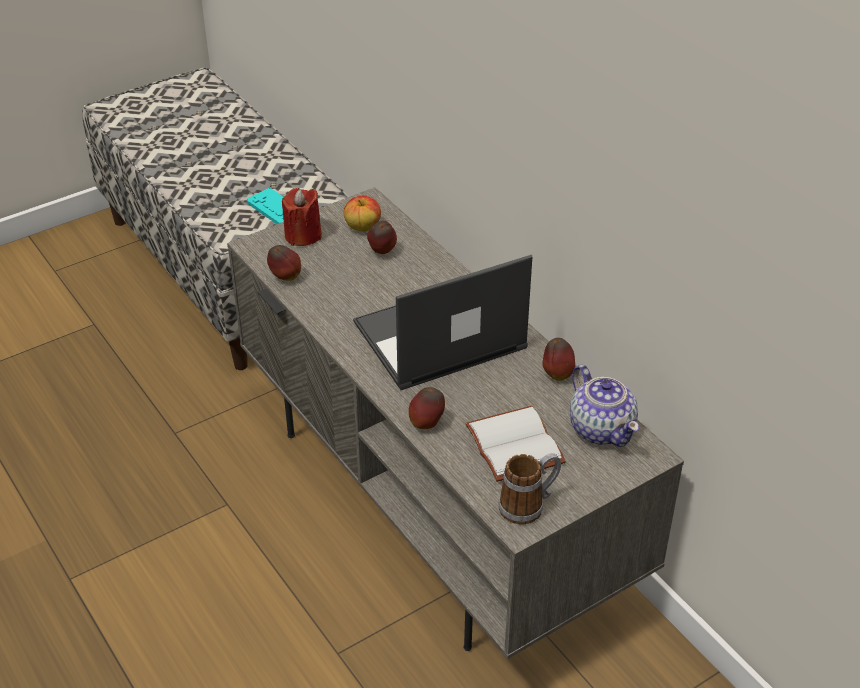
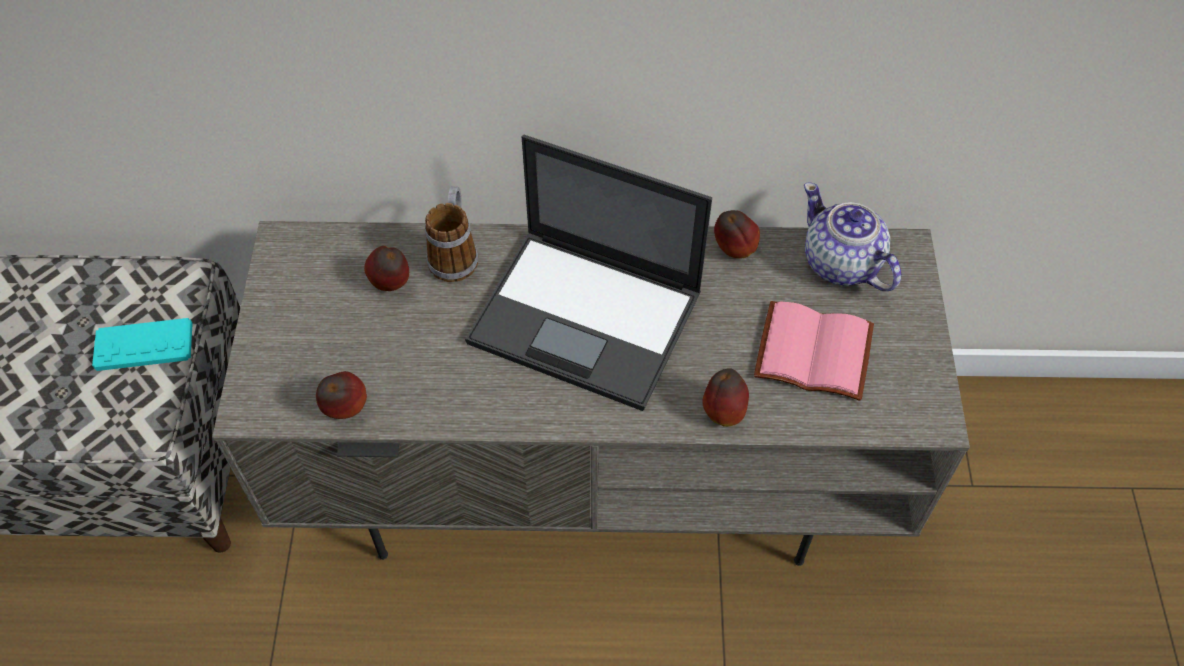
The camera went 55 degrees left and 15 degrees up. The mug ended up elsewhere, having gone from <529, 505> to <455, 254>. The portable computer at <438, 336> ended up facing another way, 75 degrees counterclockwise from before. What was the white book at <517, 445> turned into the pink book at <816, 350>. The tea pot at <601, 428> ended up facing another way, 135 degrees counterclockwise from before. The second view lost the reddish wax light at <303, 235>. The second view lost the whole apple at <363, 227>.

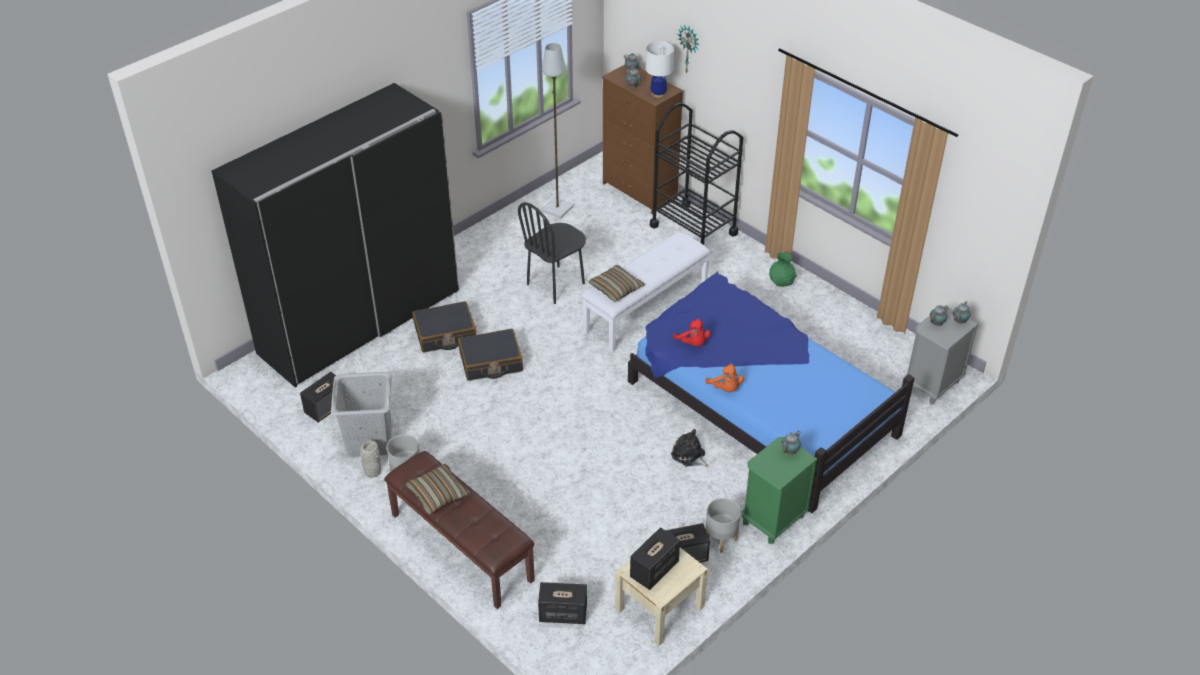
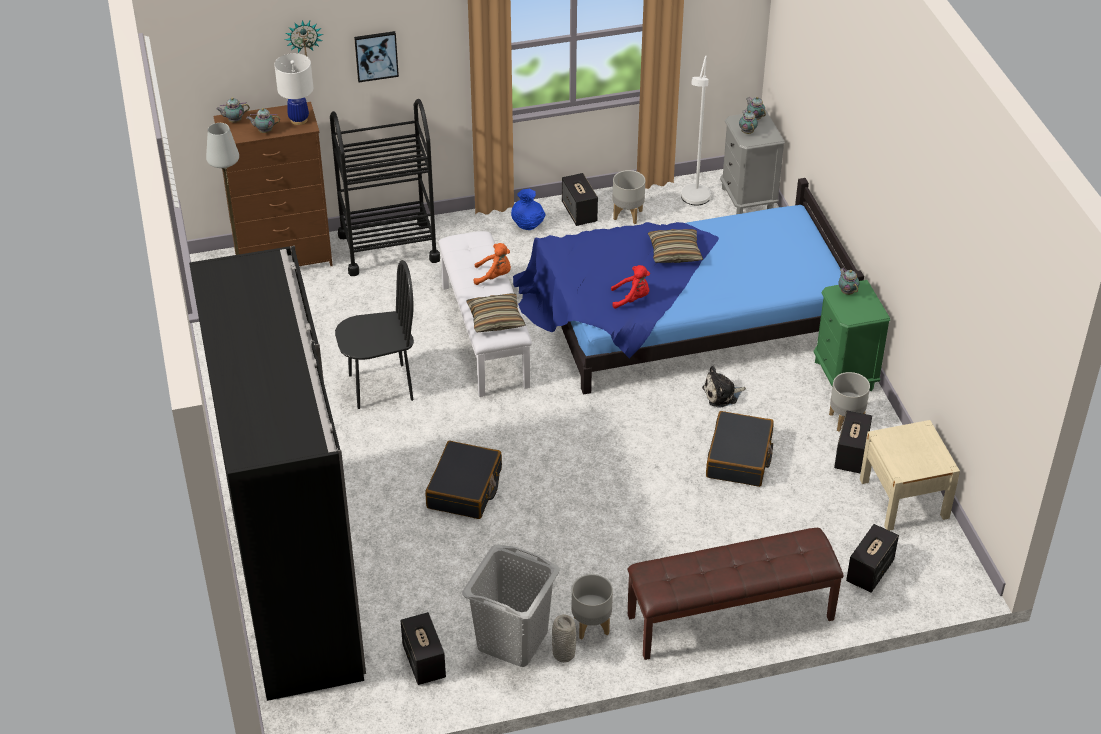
The camera went 60 degrees left and 0 degrees up. The black upright chair at <556, 284> ended up facing another way, 90 degrees counterclockwise from before. The second view gained the picture at <376, 55>. The orangey soft toy ended up elsewhere, having gone from <725, 388> to <494, 276>. What was the greenish vase at <781, 282> turned into the bluish vase at <528, 225>. The audio speaker ended up elsewhere, having gone from <654, 570> to <579, 212>. The second view gained the grey flower pot at <627, 215>. The pillow ended up elsewhere, having gone from <438, 494> to <674, 252>. The second view gained the white standing lamp at <694, 201>. The black travel case ended up elsewhere, having gone from <445, 334> to <739, 458>.

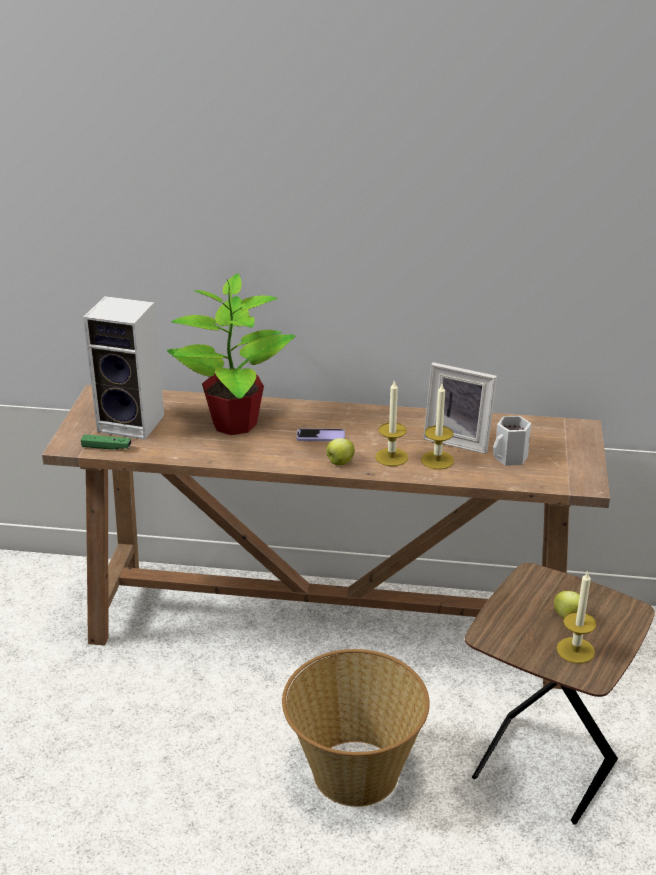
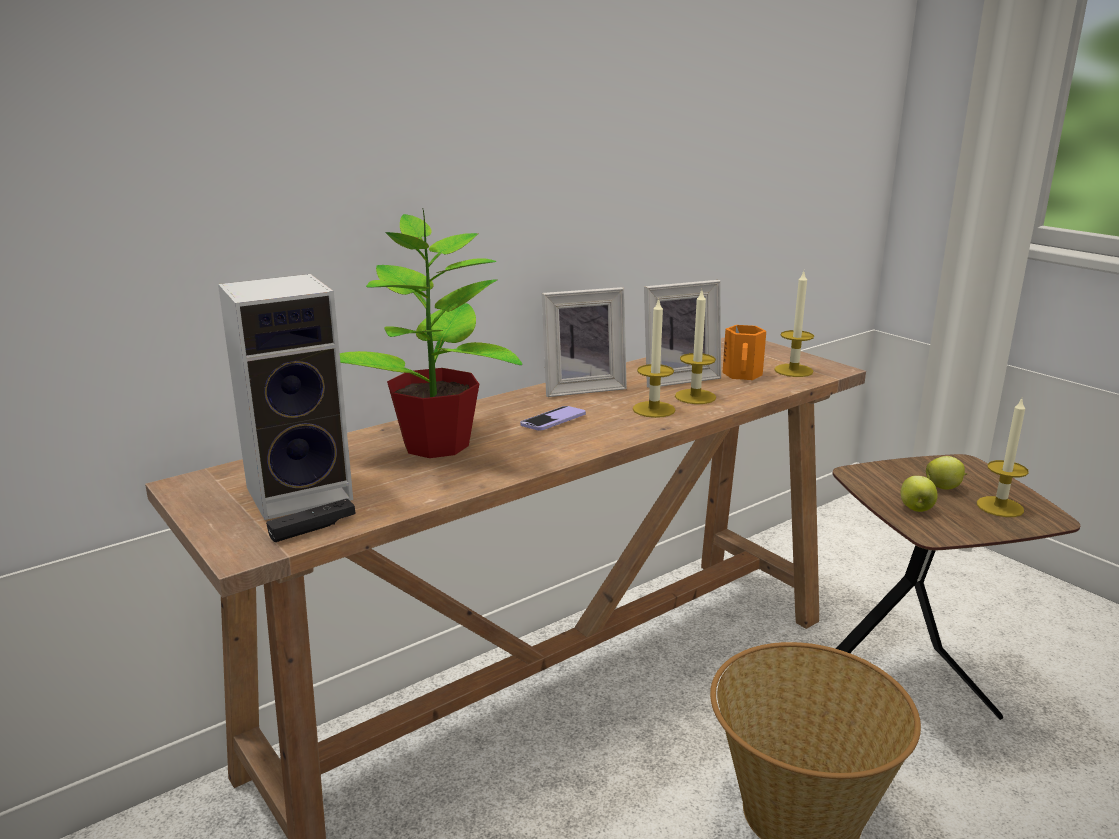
The camera went 45 degrees left and 10 degrees down. What was the greenish joypad at <106, 447> turned into the black joypad at <313, 529>. The second view gained the photo frame at <582, 388>. What was the white mug at <510, 458> turned into the orangey mug at <743, 374>. The second view gained the wax light at <793, 370>. The whole apple ended up elsewhere, having gone from <339, 463> to <916, 509>.

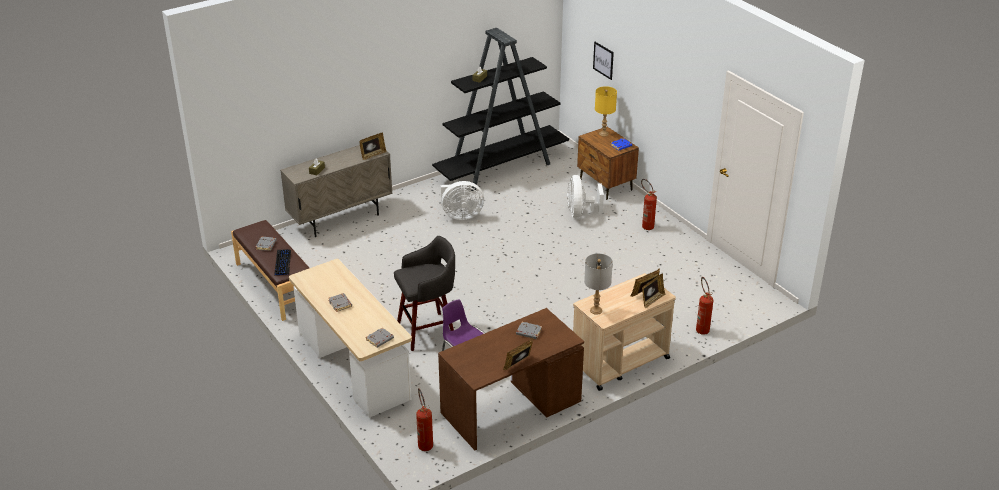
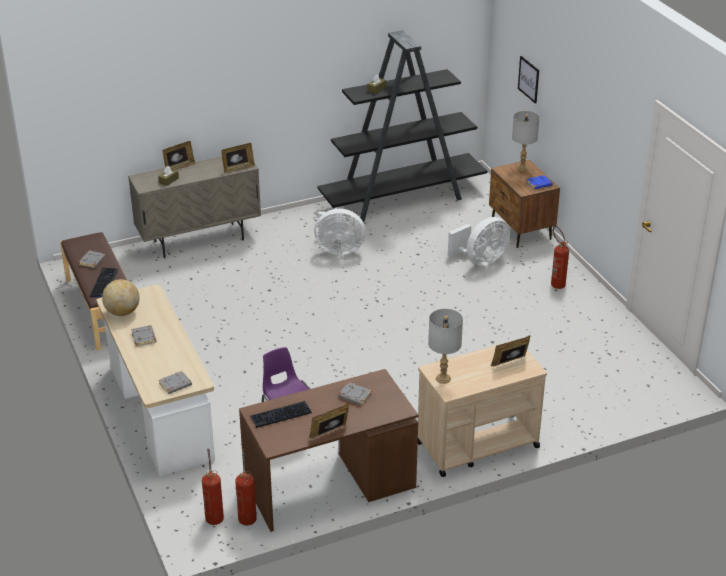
The camera went 10 degrees right and 0 degrees up. The second view gained the desk globe at <122, 312>. The photo frame ended up elsewhere, having gone from <652, 300> to <179, 167>. The fire extinguisher ended up elsewhere, having gone from <701, 328> to <247, 516>. The second view gained the computer keyboard at <280, 415>. The white fan at <580, 213> ended up facing another way, 135 degrees counterclockwise from before. What was the yellowish table lamp at <603, 134> turned into the grey table lamp at <522, 168>. The second view lost the grey sitting stool at <428, 331>.

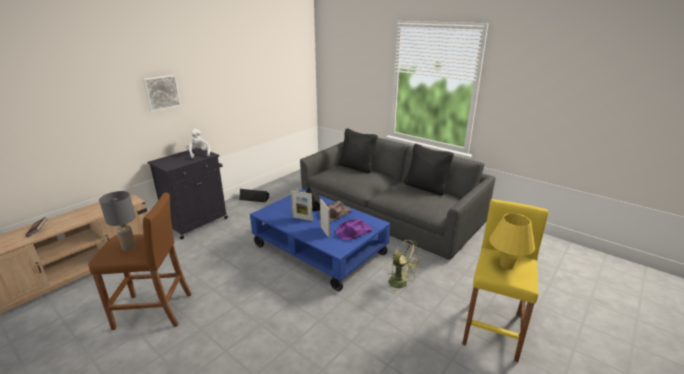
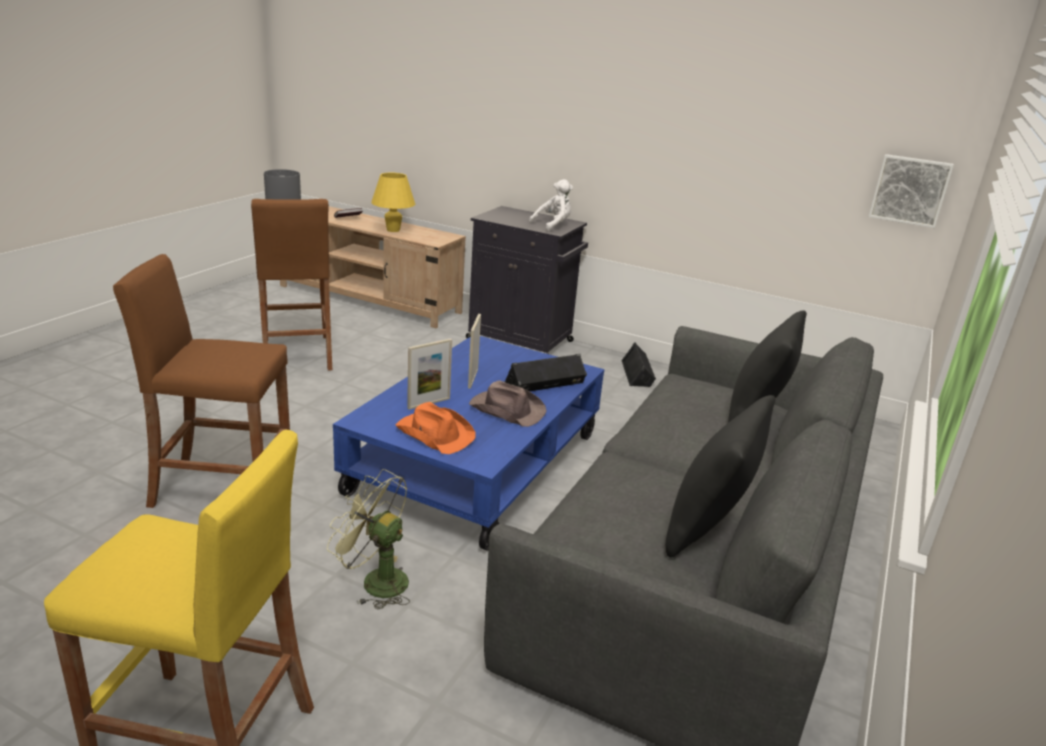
The camera went 75 degrees right and 0 degrees up. The second view gained the brownish sitting stool at <222, 487>. The greenish fan at <402, 284> ended up facing another way, 90 degrees clockwise from before. The yellowish table lamp ended up elsewhere, having gone from <506, 265> to <393, 230>. What was the purple-coloured wearable hat at <353, 232> turned into the orangey wearable hat at <435, 433>. The picture ended up elsewhere, having gone from <161, 92> to <910, 190>.

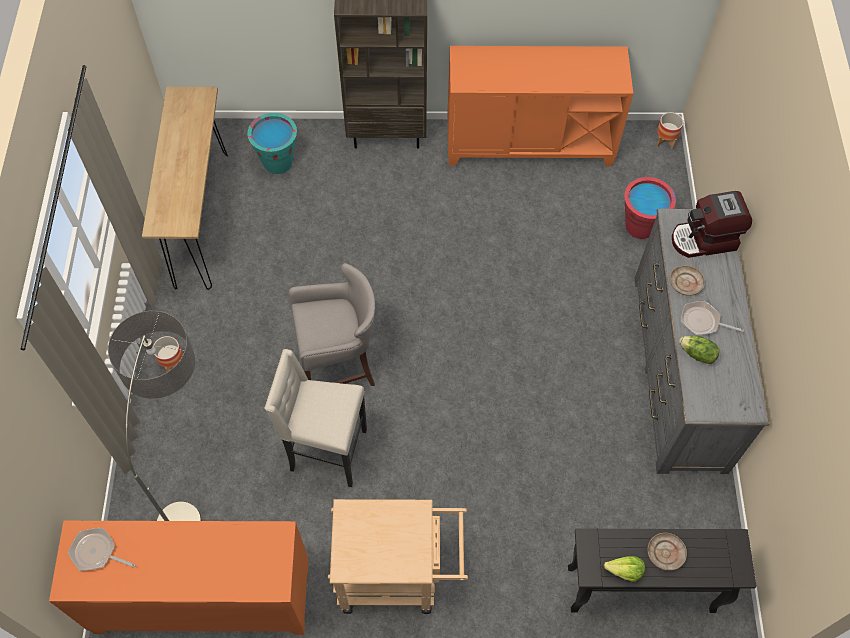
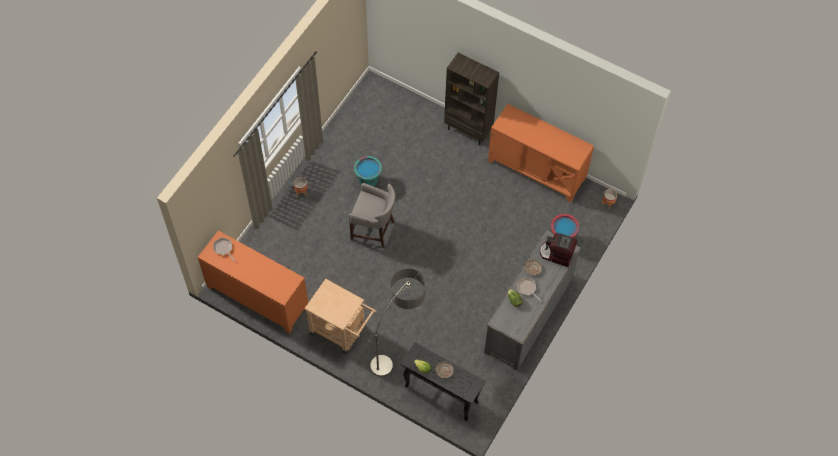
The camera went 30 degrees right and 0 degrees up. The blue-green water bucket ended up elsewhere, having gone from <278, 162> to <368, 182>. The standing lamp ended up elsewhere, having gone from <193, 474> to <399, 347>. The second view lost the brownish narrow table at <201, 219>. The second view lost the beige sitting stool at <326, 451>.

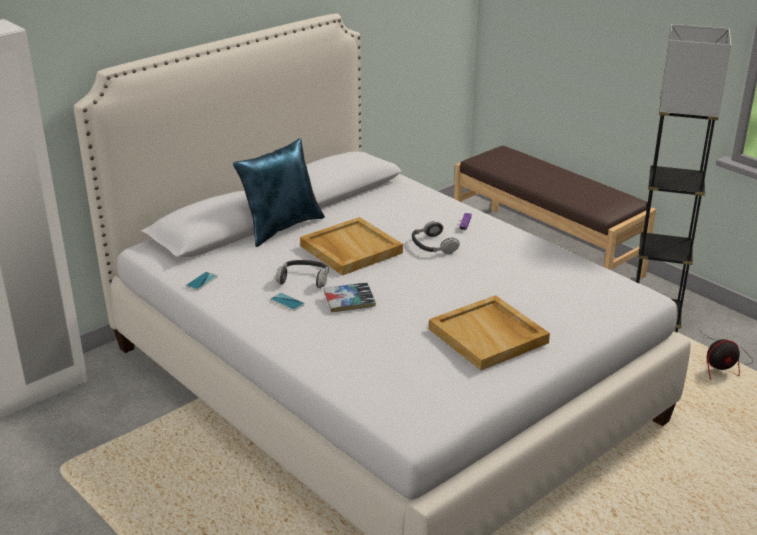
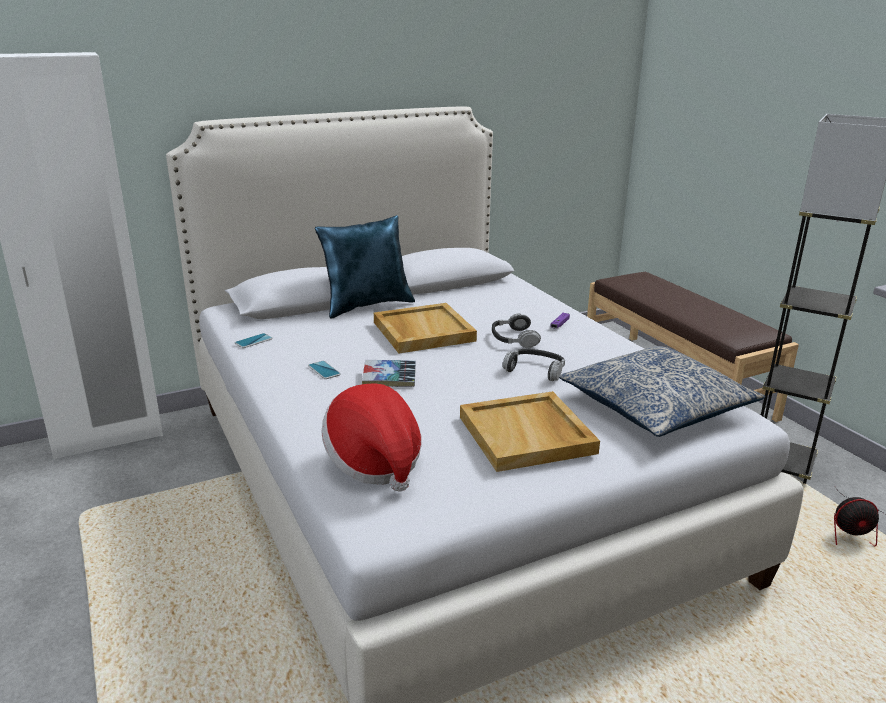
The camera went 15 degrees right and 5 degrees down. The second view gained the wearable hat at <374, 462>. The headphones ended up elsewhere, having gone from <304, 279> to <535, 370>. The second view gained the pillow at <655, 406>.

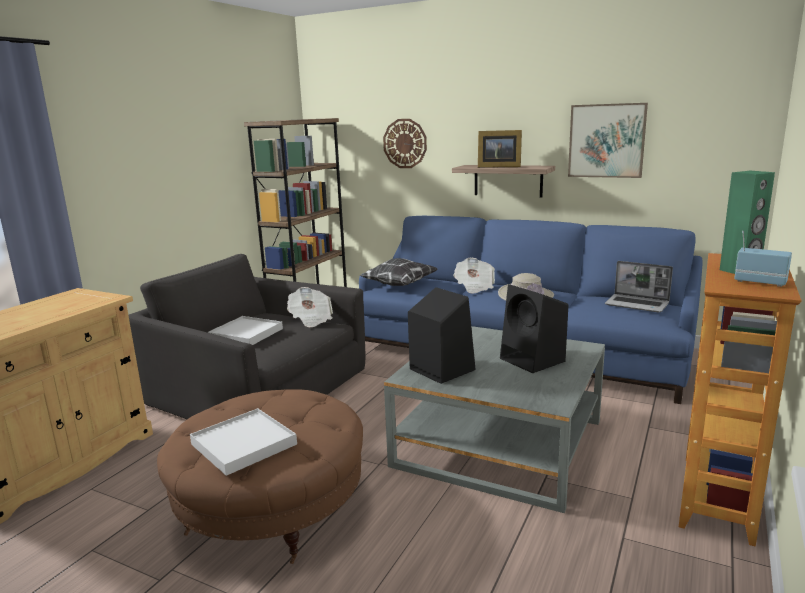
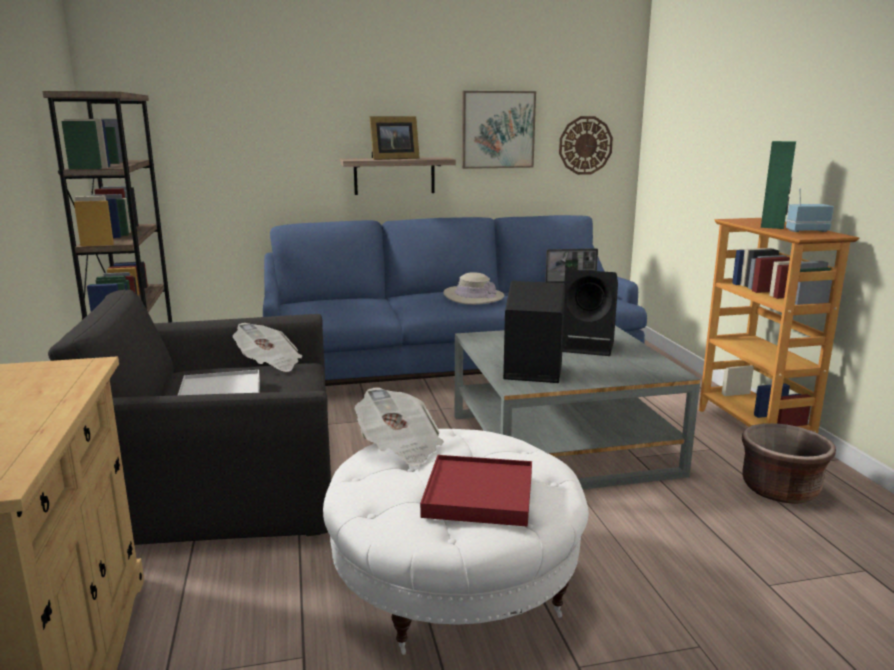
The camera went 40 degrees left and 0 degrees up. What was the brownish footrest at <272, 509> turned into the white footrest at <455, 583>. The newspaper ended up elsewhere, having gone from <474, 287> to <400, 447>. What was the white tray at <244, 444> turned into the reddish tray at <479, 495>. The hanging clock ended up elsewhere, having gone from <405, 143> to <585, 145>. The second view gained the brownish flower pot at <780, 490>. The second view lost the pillow at <399, 285>.

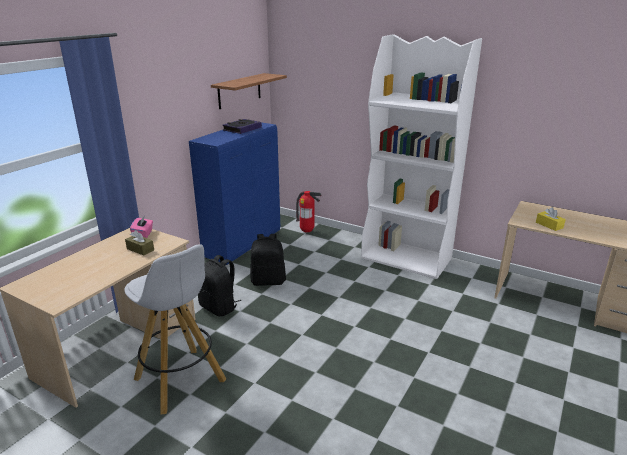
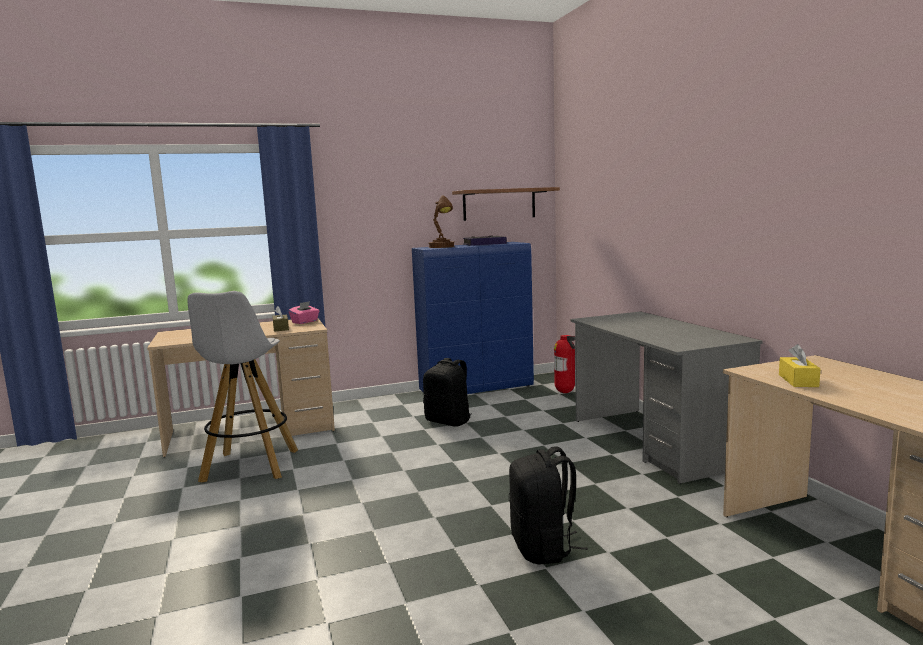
The camera went 40 degrees right and 15 degrees down. The second view gained the brownish table lamp at <442, 247>. The black rucksack ended up elsewhere, having gone from <219, 307> to <543, 548>. Where the white shelving unit stood at <407, 258>, the grey desk came to stand at <655, 442>.

